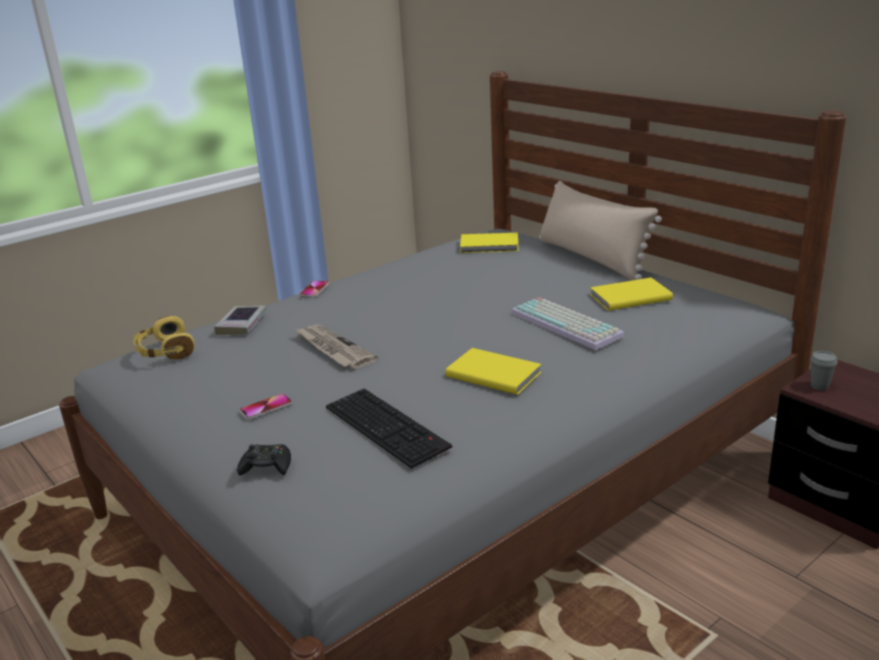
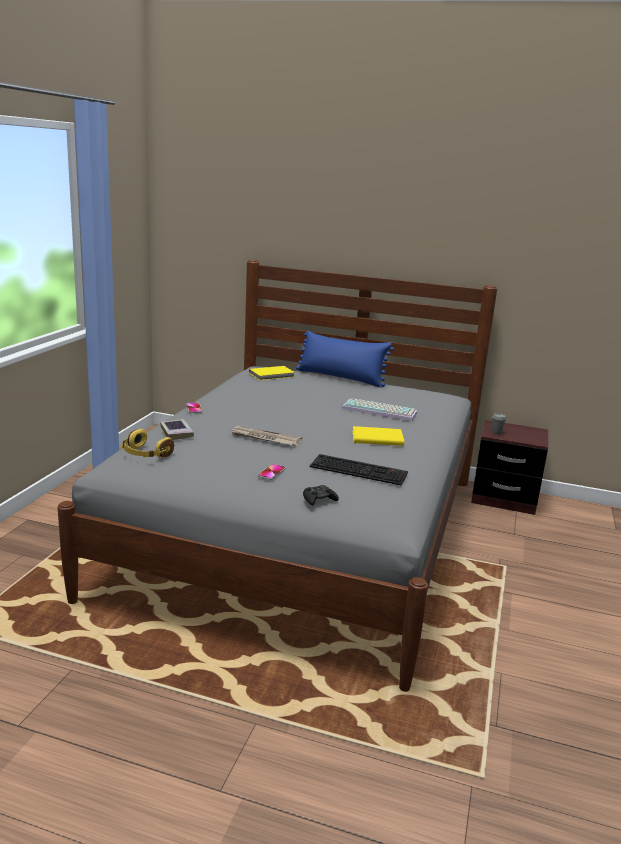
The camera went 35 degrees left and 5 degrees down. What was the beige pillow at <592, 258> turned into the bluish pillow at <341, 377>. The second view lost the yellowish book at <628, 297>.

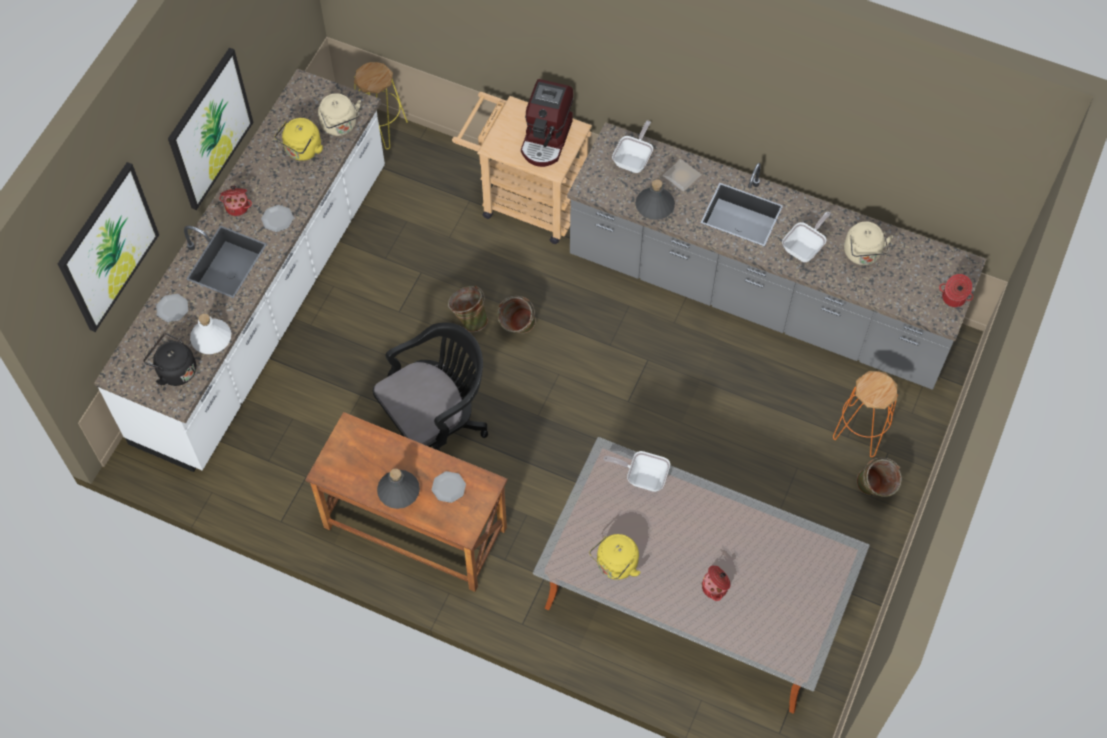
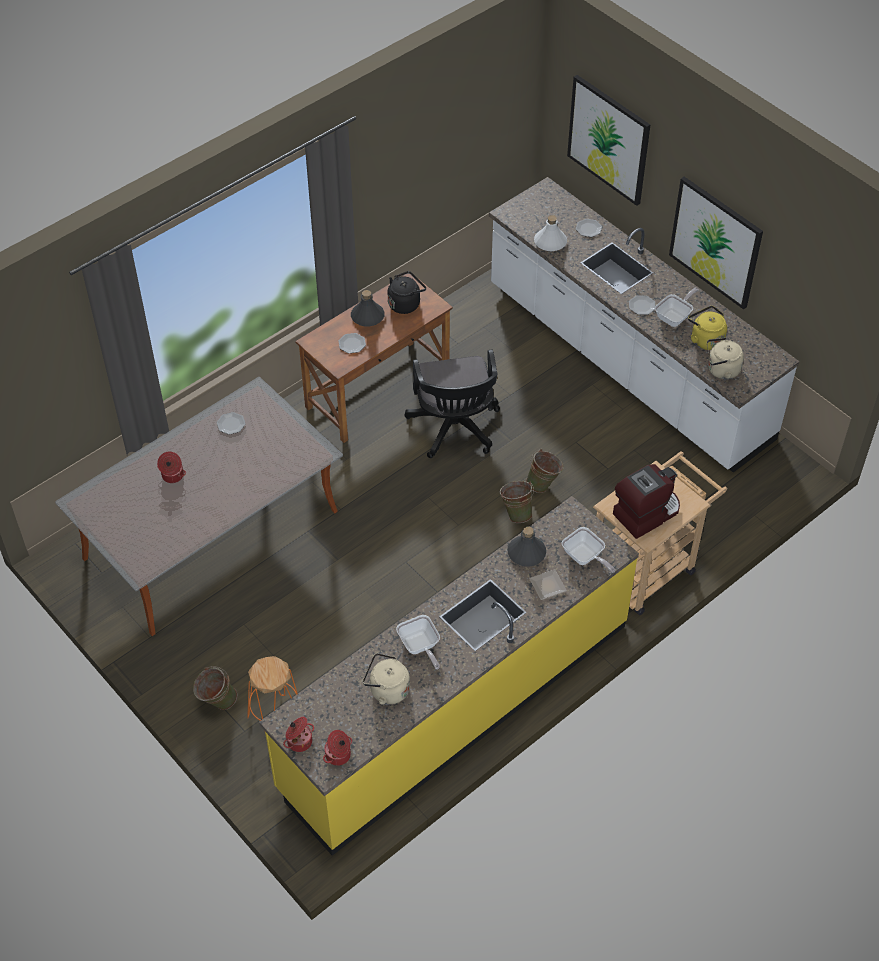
The camera went 115 degrees right and 10 degrees down. Where the yellowish kettle stood at <615, 565>, the dinner plate came to stand at <231, 424>. What was the grey kitchen base unit at <759, 296> turned into the yellowish kitchen base unit at <455, 705>. The cooking pot ended up elsewhere, having gone from <237, 206> to <338, 755>. The black kettle ended up elsewhere, having gone from <175, 370> to <405, 303>. The coffee machine at <547, 139> ended up facing another way, 105 degrees clockwise from before. The skillet ended up elsewhere, having gone from <642, 476> to <675, 317>. The second view lost the yellowish sitting stool at <380, 128>.

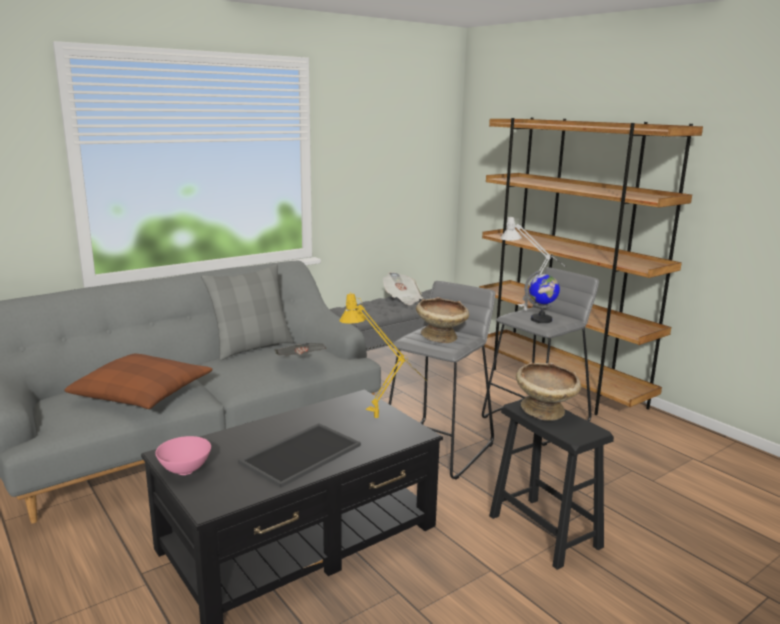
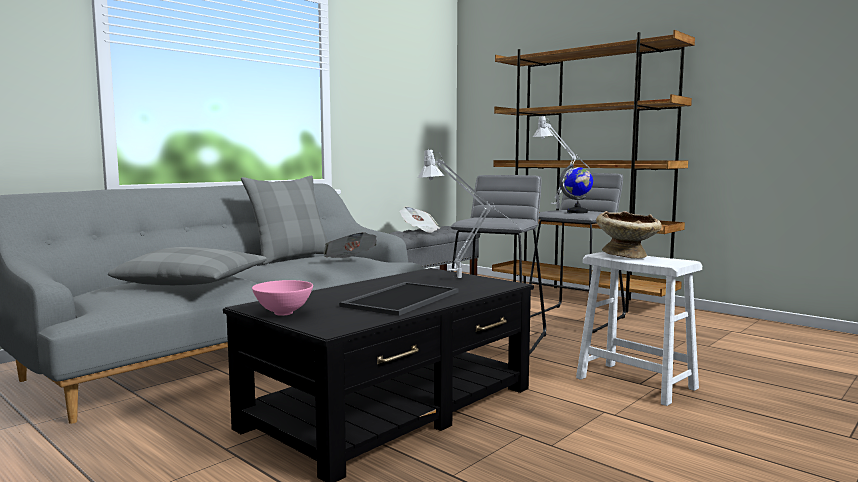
The camera went 10 degrees left and 10 degrees down. What was the brownish pillow at <143, 393> turned into the grey pillow at <193, 282>. What was the yellowish table lamp at <382, 420> turned into the grey table lamp at <465, 280>. What was the black sitting stool at <544, 531> turned into the white sitting stool at <636, 383>. The second view lost the beige deep dish at <441, 337>.

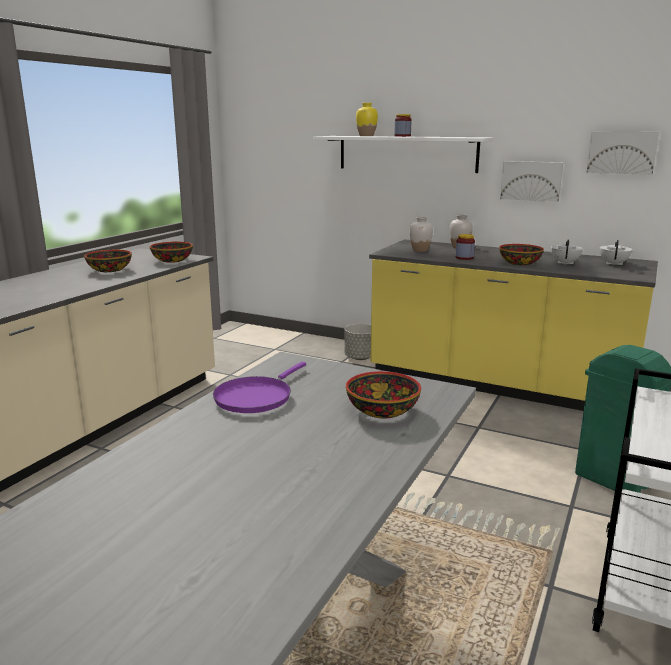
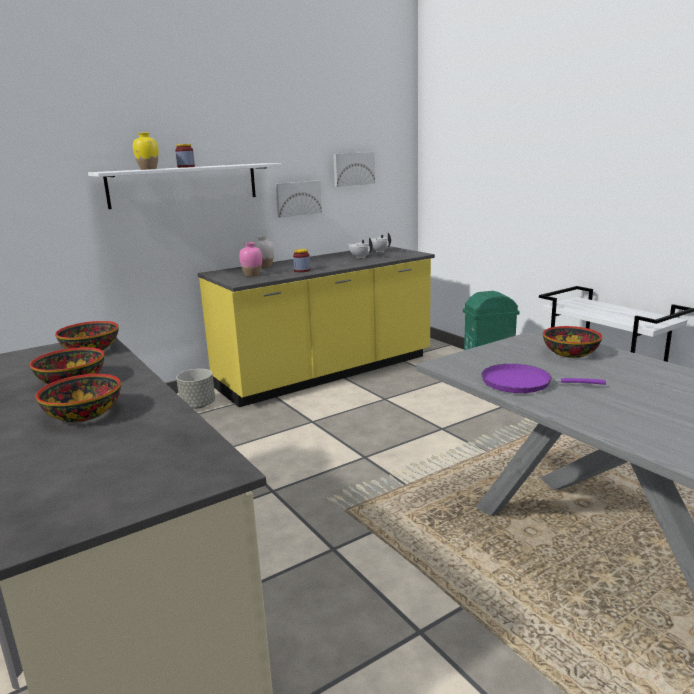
The camera went 60 degrees left and 0 degrees up. The deep dish ended up elsewhere, having gone from <519, 263> to <83, 414>. What was the white vase at <420, 250> turned into the pink vase at <252, 275>. The purple-coloured skillet at <256, 397> ended up facing another way, 135 degrees clockwise from before.

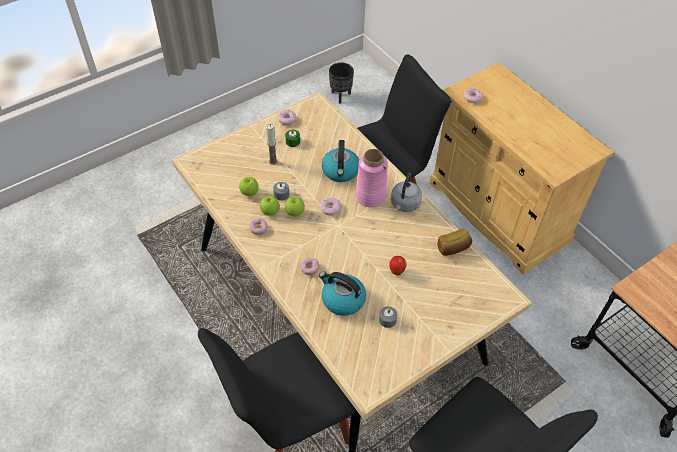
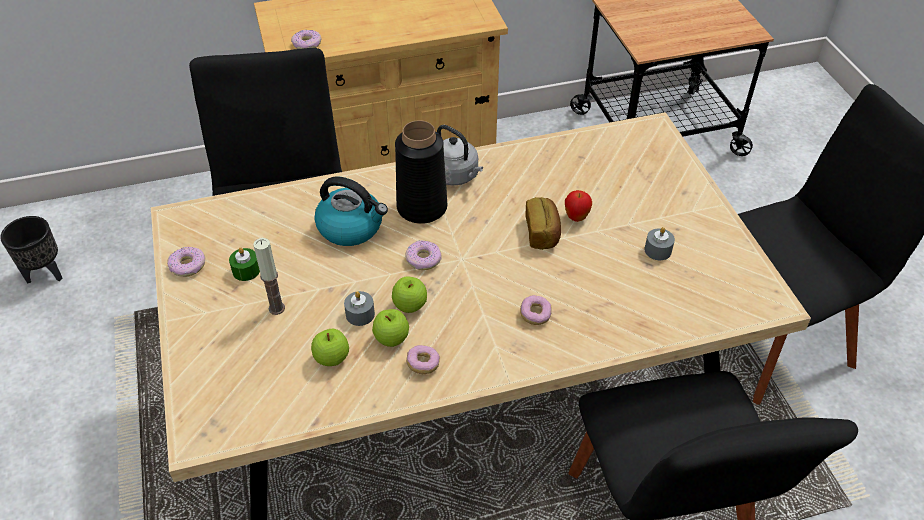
The camera went 70 degrees left and 5 degrees down. What was the pink vase at <370, 196> turned into the black vase at <421, 207>. The bread ended up elsewhere, having gone from <453, 248> to <543, 233>. The second view lost the kettle at <342, 300>.

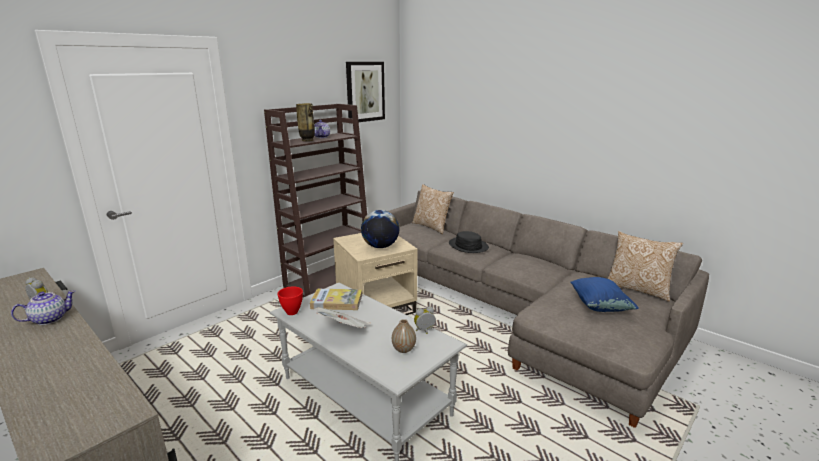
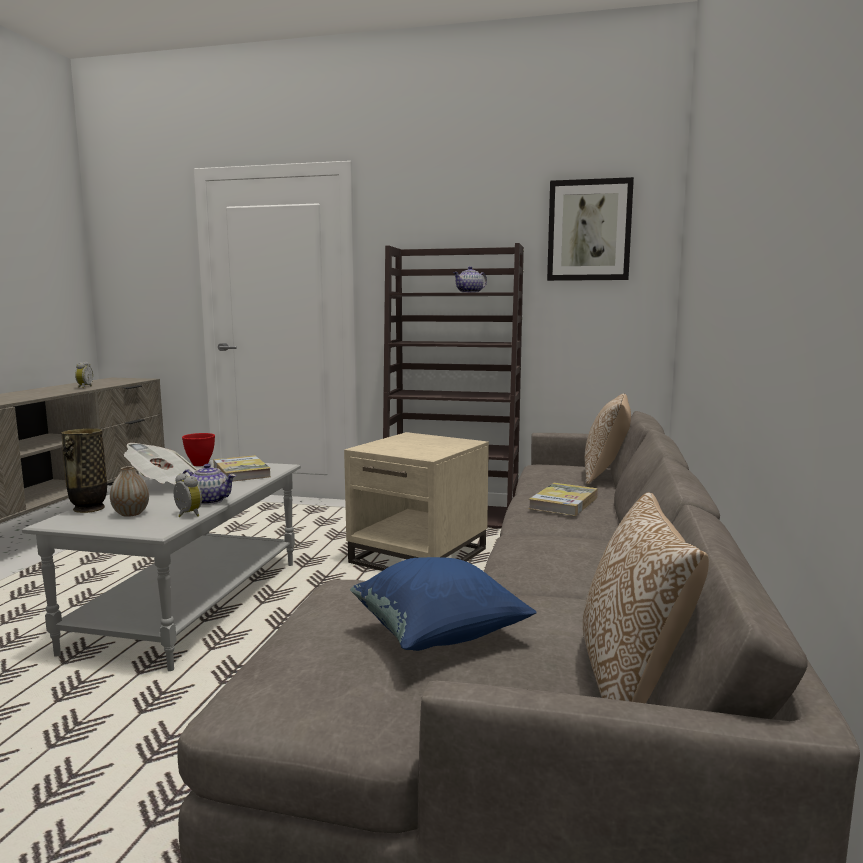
The camera went 60 degrees right and 10 degrees down. The vase ended up elsewhere, having gone from <307, 140> to <88, 509>. The tea pot ended up elsewhere, having gone from <49, 319> to <209, 500>. Where the black wearable hat stood at <468, 246>, the book came to stand at <563, 503>. The second view lost the desk globe at <380, 246>.

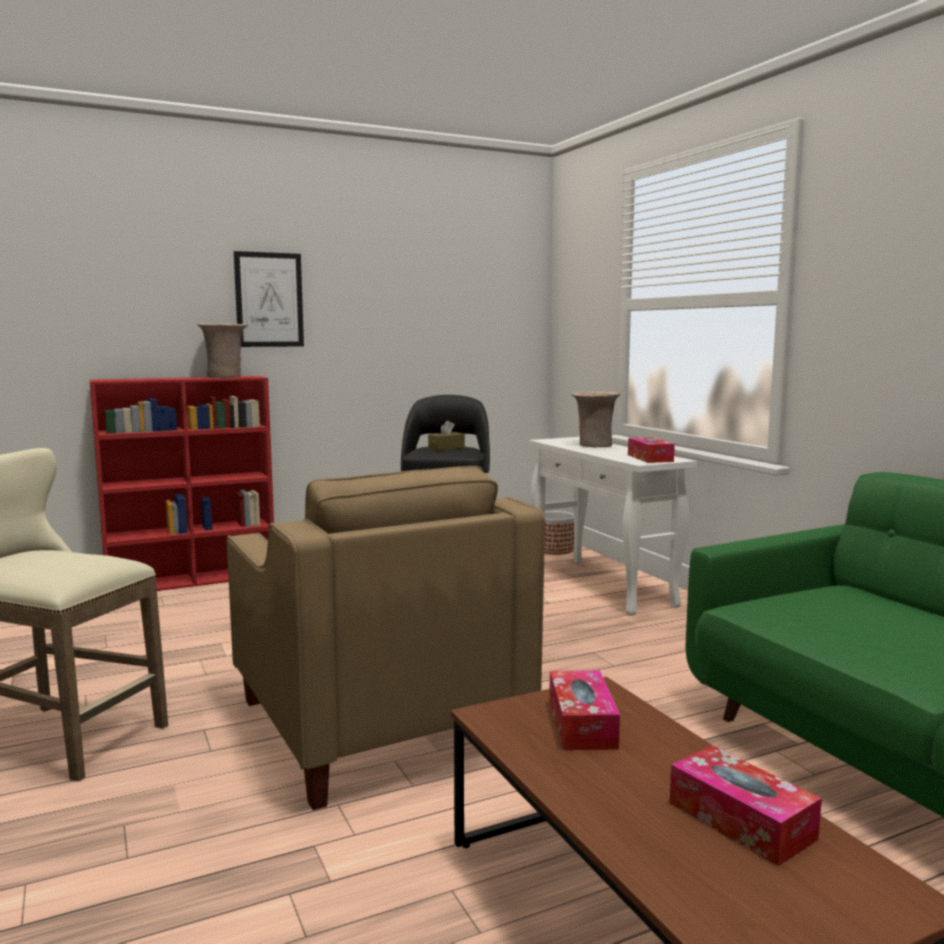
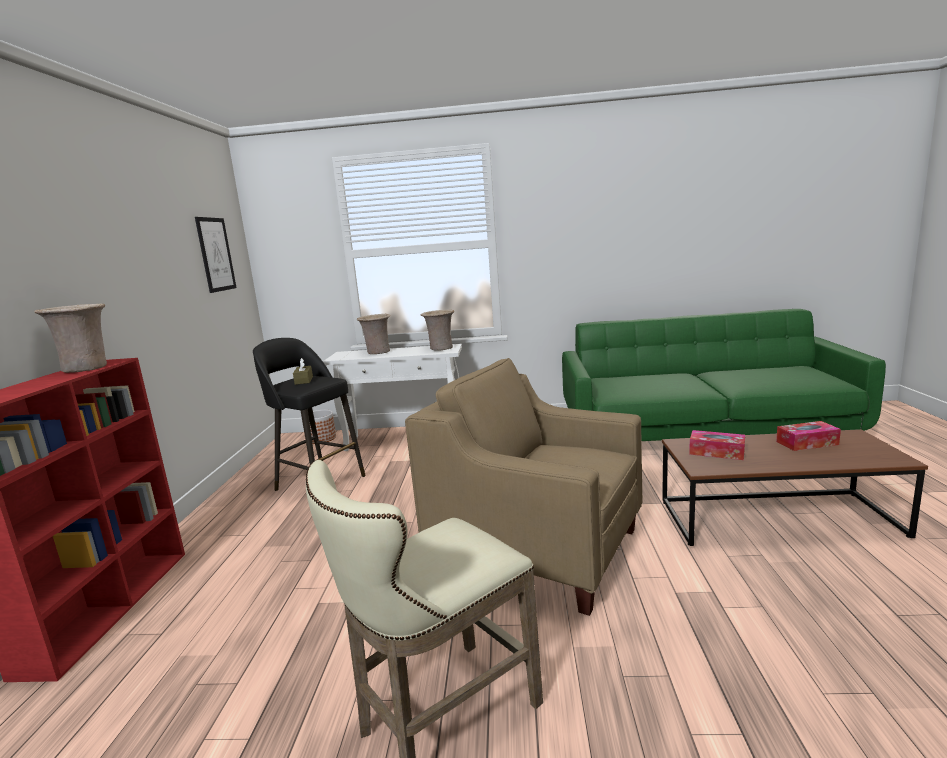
The camera went 60 degrees left and 5 degrees up. The picture ended up elsewhere, having gone from <269, 300> to <216, 254>. The beige lounge chair at <376, 724> ended up facing another way, 150 degrees counterclockwise from before. Where the tissue box stood at <650, 458>, the beige vase came to stand at <440, 348>.

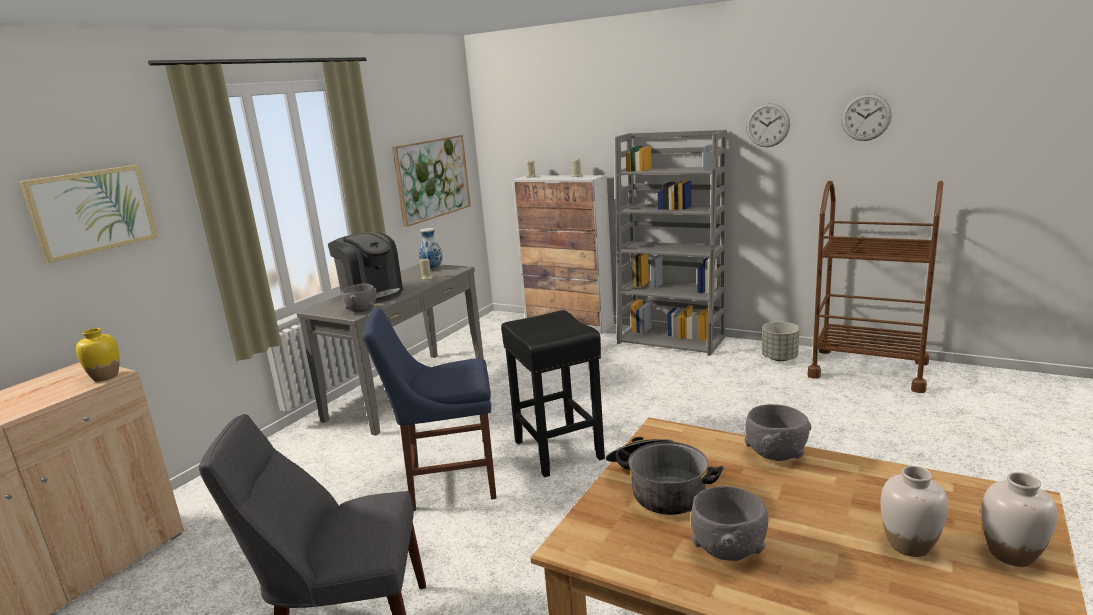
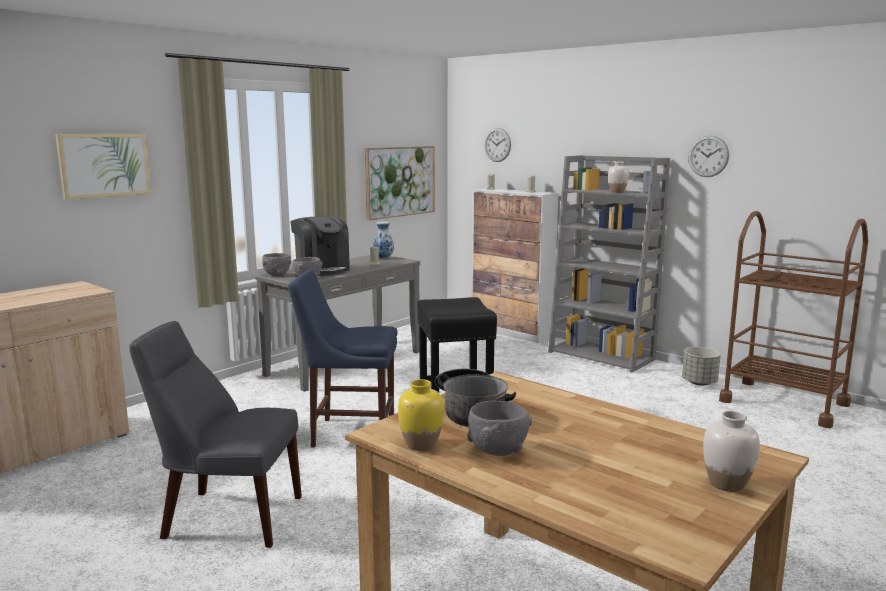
The camera went 10 degrees right and 5 degrees down. The grey deep dish ended up elsewhere, having gone from <775, 454> to <277, 275>. The yellowish vase ended up elsewhere, having gone from <106, 377> to <421, 445>. The hanging clock ended up elsewhere, having gone from <865, 117> to <497, 145>. The white vase ended up elsewhere, having gone from <908, 545> to <617, 191>.

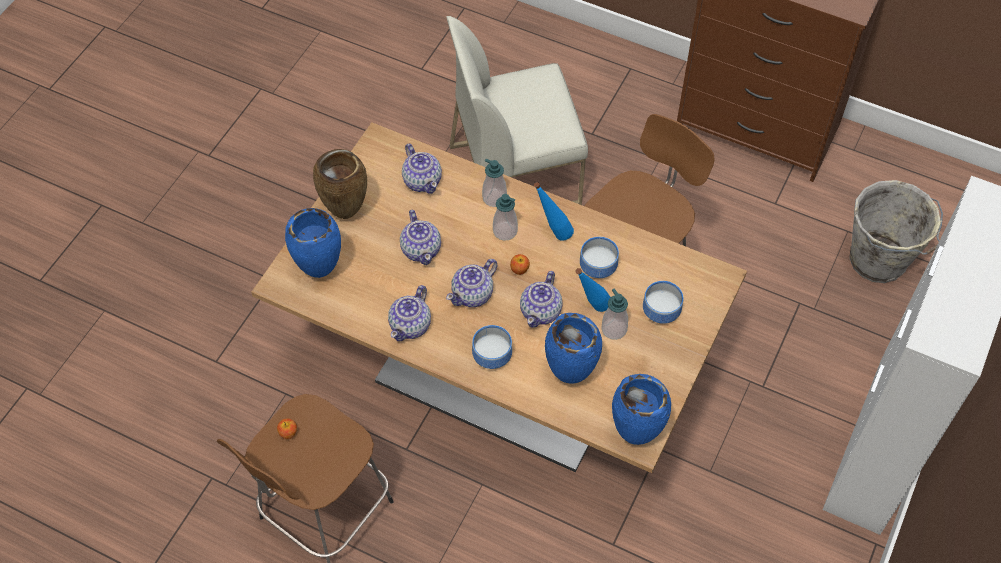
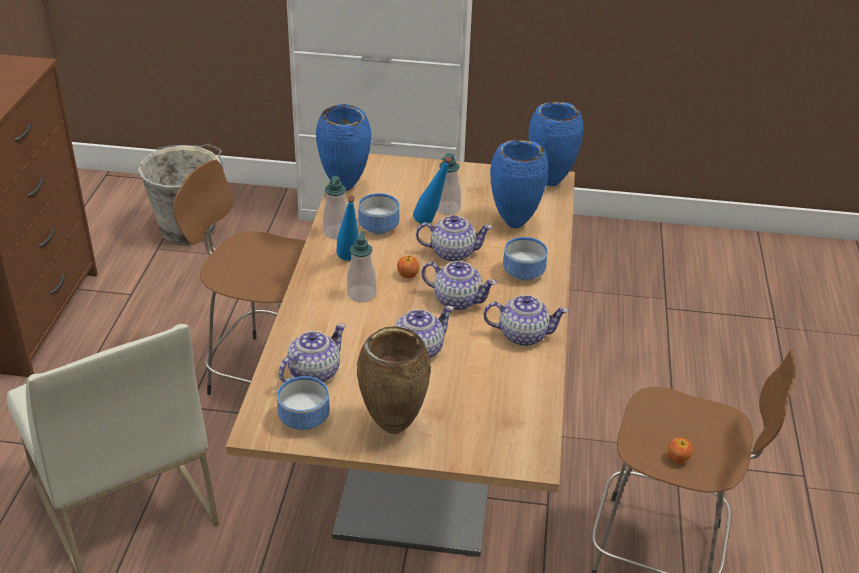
The camera went 110 degrees left and 20 degrees down. The deep dish ended up elsewhere, having gone from <660, 312> to <306, 420>. The bluish vase ended up elsewhere, having gone from <319, 272> to <346, 188>. The liquid soap bottle ended up elsewhere, having gone from <494, 198> to <336, 232>.

